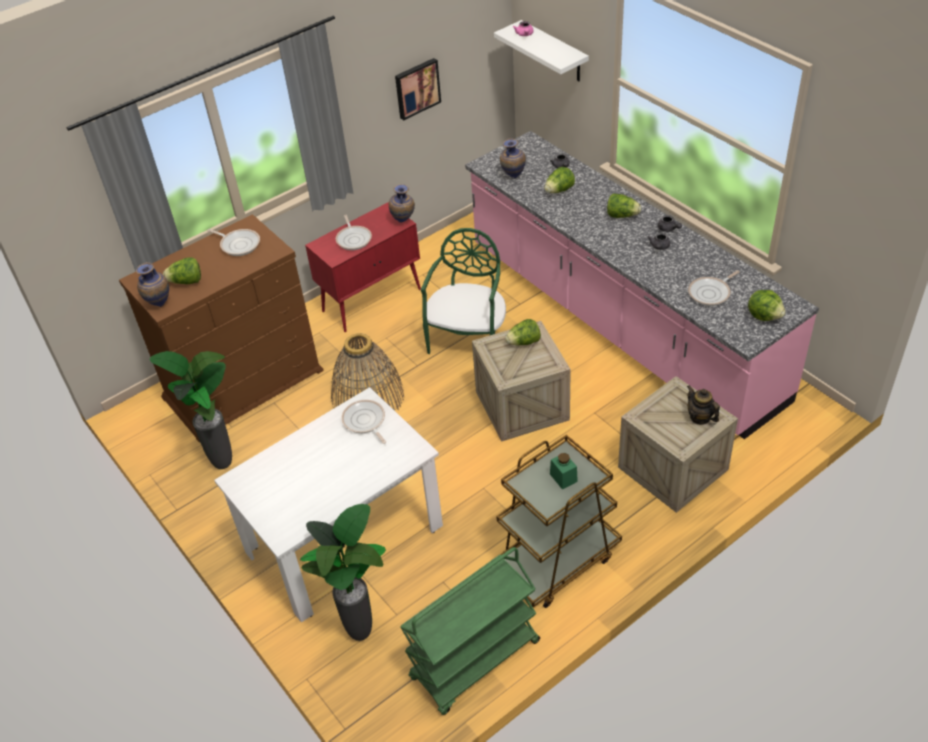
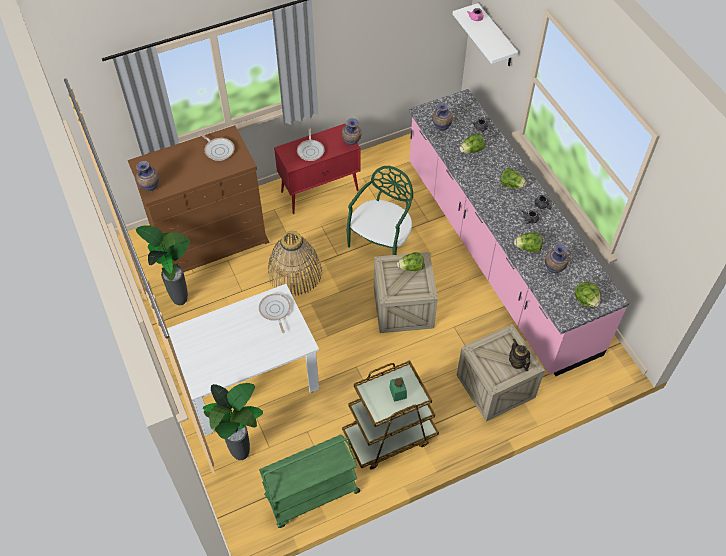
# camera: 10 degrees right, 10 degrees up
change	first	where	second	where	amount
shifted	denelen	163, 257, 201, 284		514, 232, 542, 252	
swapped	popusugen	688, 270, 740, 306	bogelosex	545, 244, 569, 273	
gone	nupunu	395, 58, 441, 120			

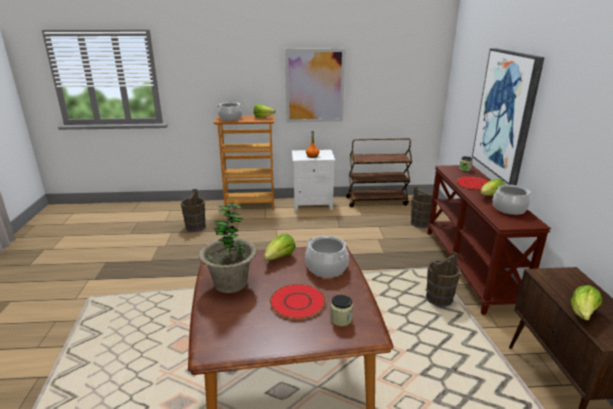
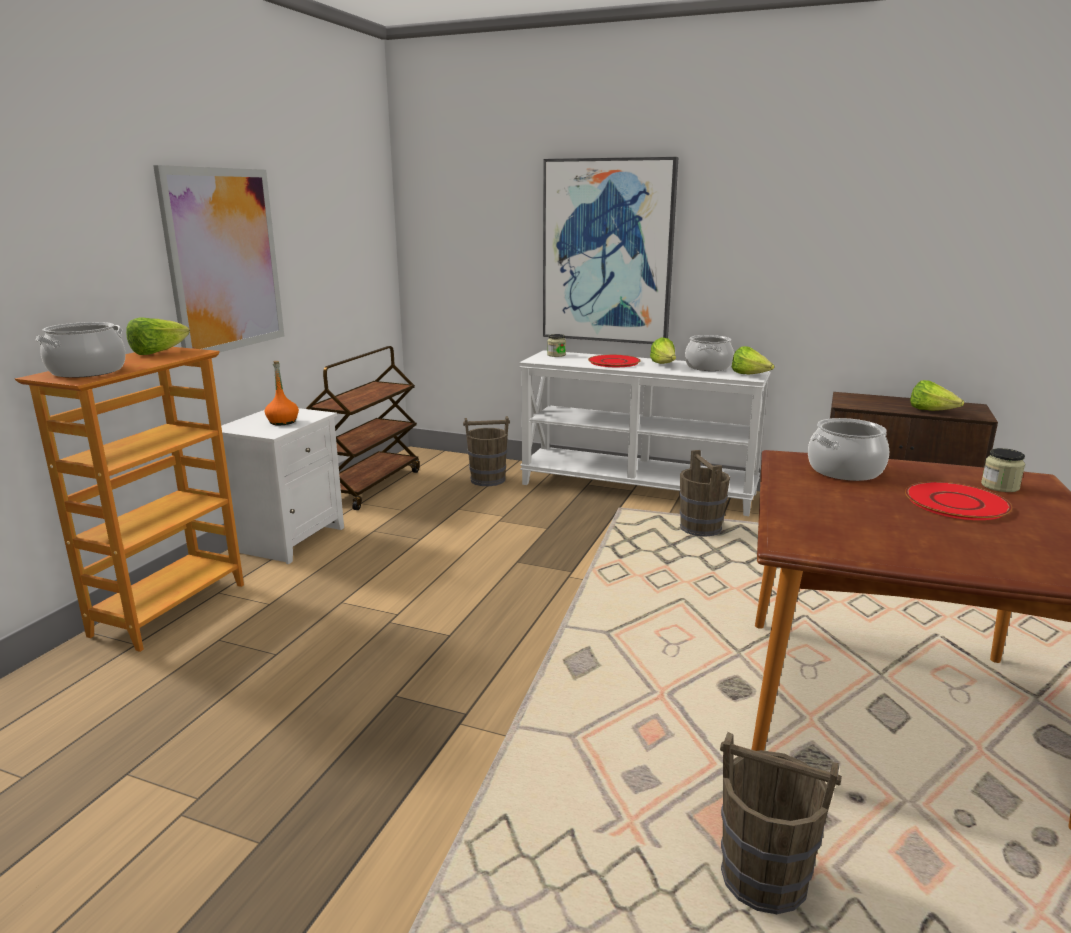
# camera: 65 degrees left, 5 degrees down
change	first	where	second	where	amount
repainted	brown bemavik	428, 165, 551, 315	white bemavik	519, 350, 771, 516	
shifted	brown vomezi	181, 189, 206, 232		720, 732, 842, 914	
shifted	denelen	264, 233, 296, 261		732, 346, 774, 375	
gone	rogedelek	199, 203, 257, 293			

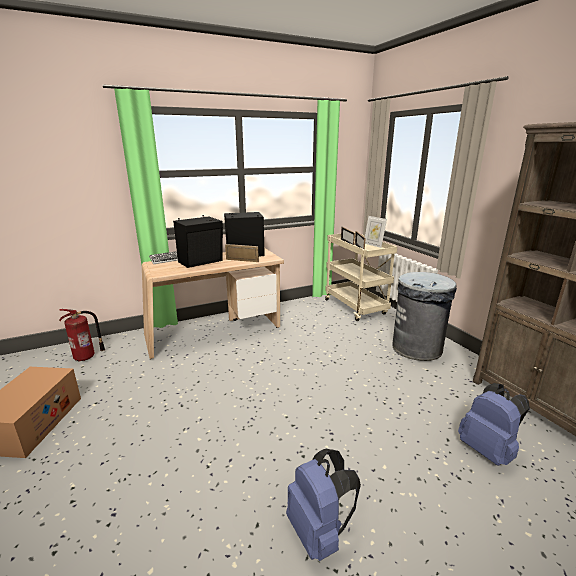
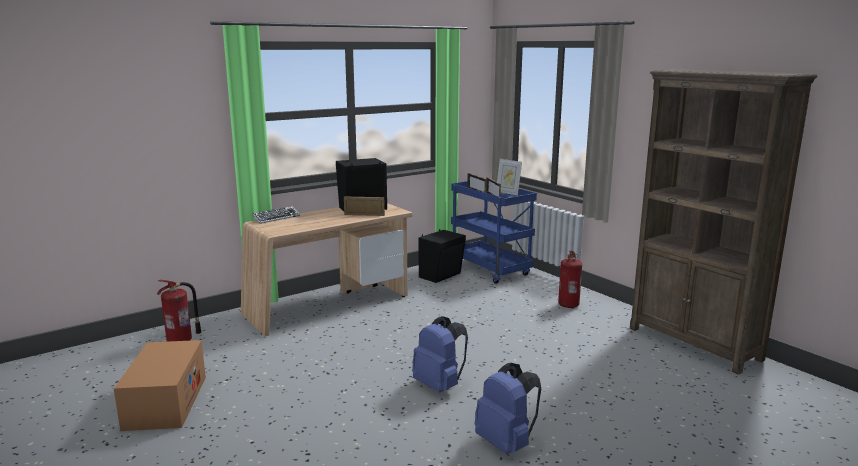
# camera: 10 degrees left, 5 degrees down
change	first	where	second	where	amount
shifted	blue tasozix	458, 383, 530, 466		412, 316, 468, 393	
shifted	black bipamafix	173, 215, 223, 268		418, 229, 466, 283	
repainted	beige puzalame	325, 232, 397, 321	blue puzalame	451, 181, 537, 284	
swapped	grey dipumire	393, 272, 457, 361	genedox	558, 250, 582, 309	

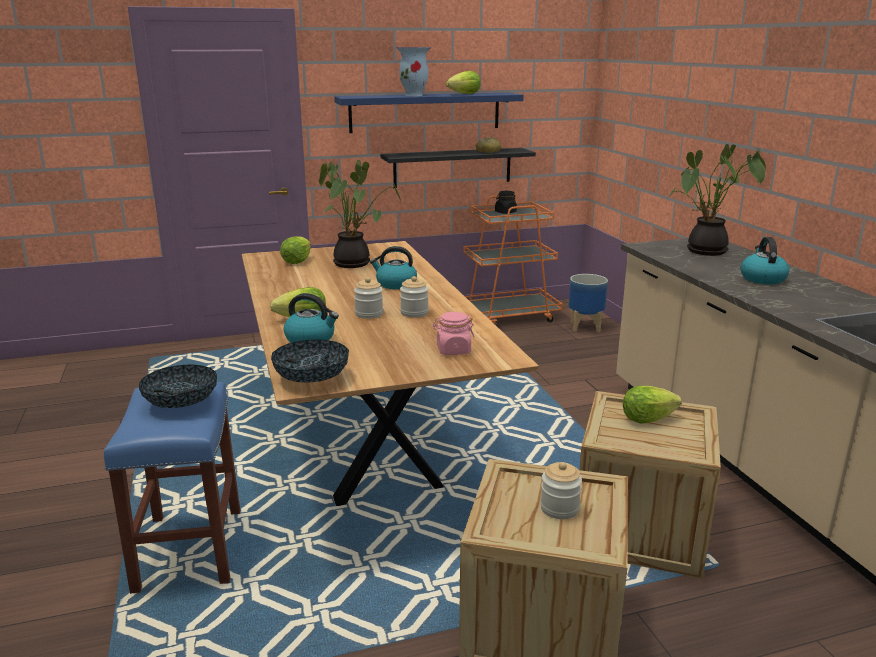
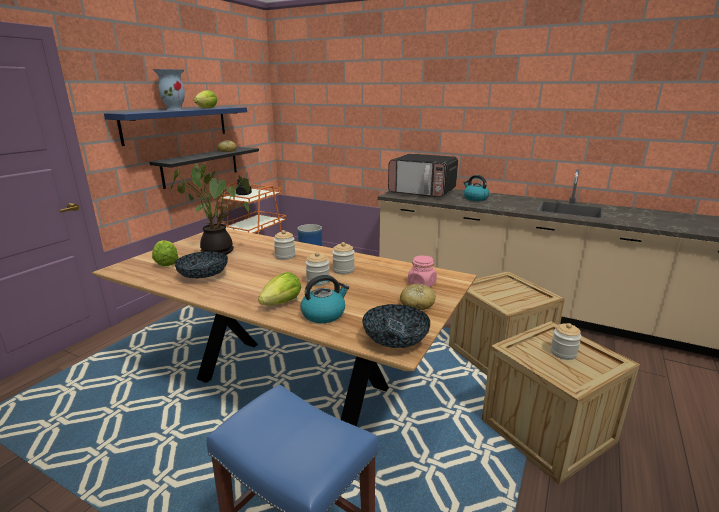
# camera: 45 degrees left, 0 degrees up
change	first	where	second	where	amount
shifted	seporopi	139, 364, 217, 408		175, 251, 228, 278	
swapped	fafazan	370, 246, 417, 289	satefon	274, 230, 295, 260	
swapped	rogedelek	668, 144, 766, 256	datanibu	388, 154, 458, 197	
new			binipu	400, 284, 436, 310	
gone	denelen	623, 386, 682, 423			

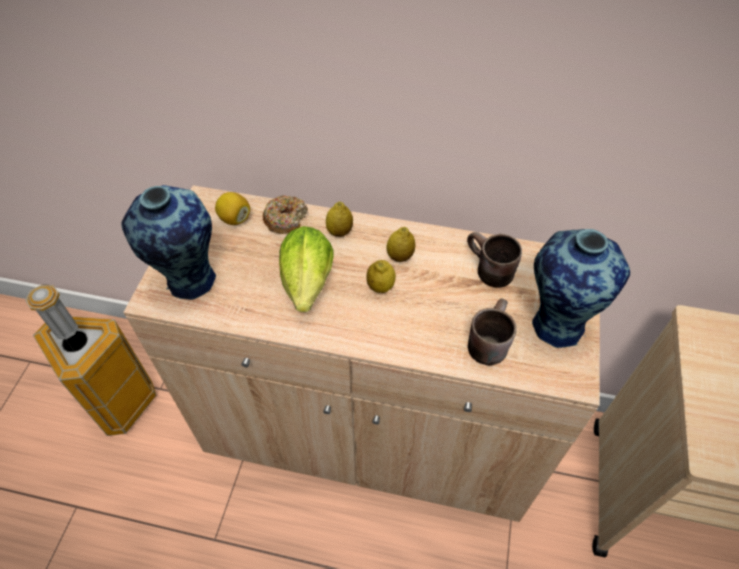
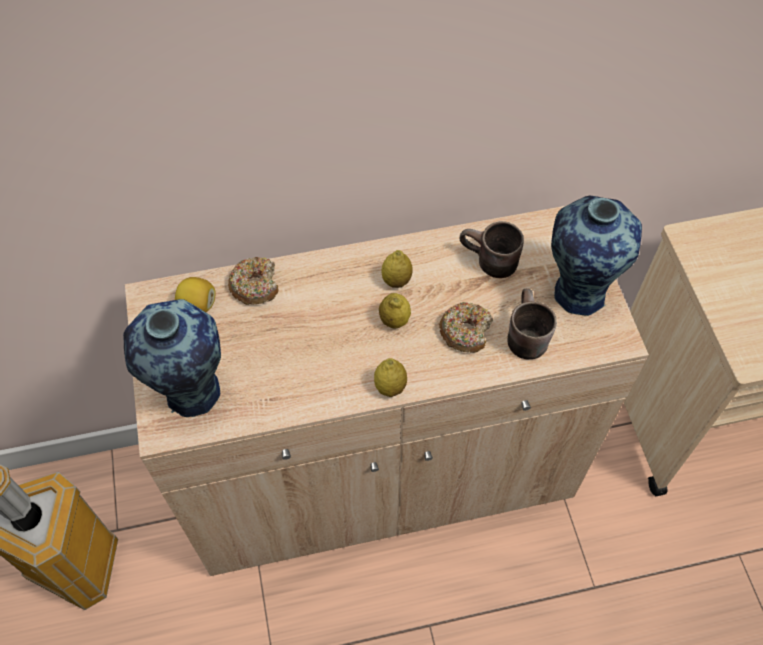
# camera: 25 degrees left, 5 degrees up
change	first	where	second	where	amount
shifted	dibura	326, 202, 353, 237		374, 358, 407, 397	
new			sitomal	439, 302, 493, 353	
gone	denelen	279, 226, 334, 312			

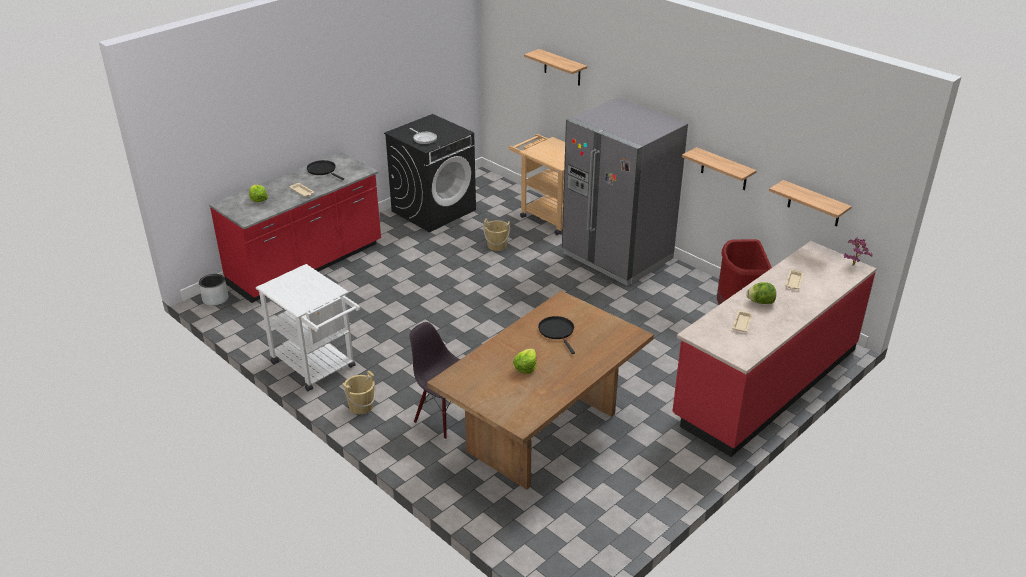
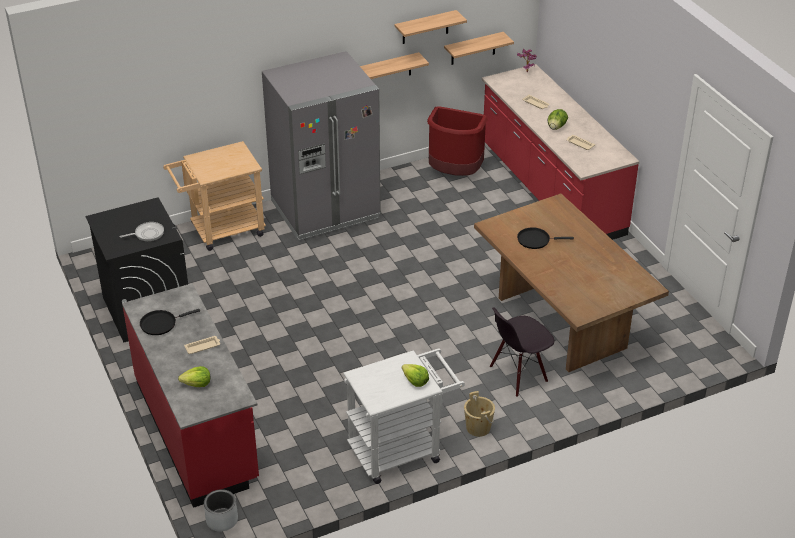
# camera: 70 degrees left, 5 degrees up
change	first	where	second	where	amount
shifted	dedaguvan	524, 49, 587, 86		394, 10, 467, 44	
shifted	denelen	513, 348, 537, 374		402, 364, 429, 387	
gone	beige vomezi	483, 219, 510, 251			

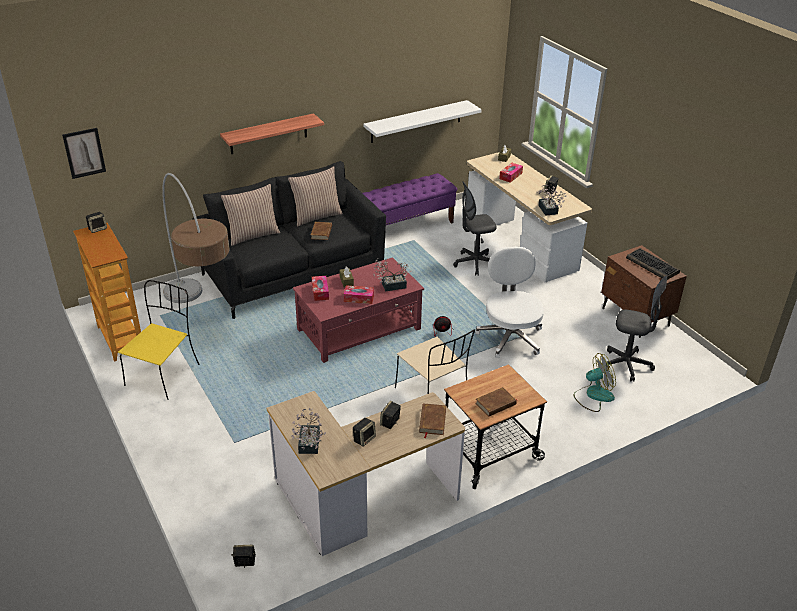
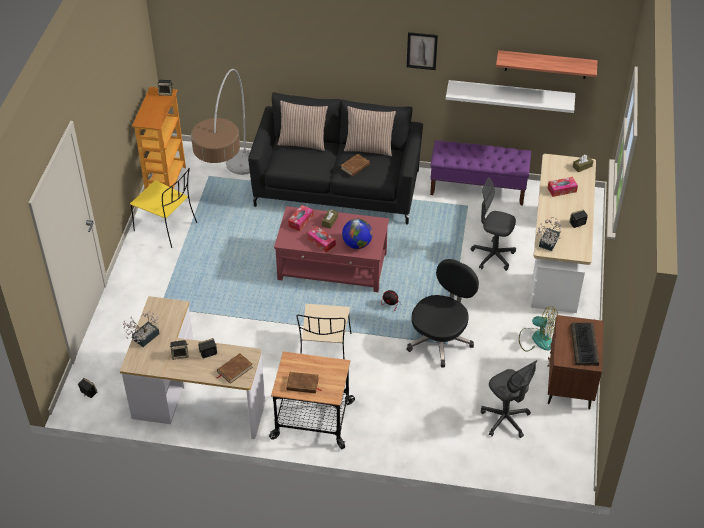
# camera: 40 degrees right, 10 degrees up
change	first	where	second	where	amount
rotated	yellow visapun	118, 280, 199, 400		130, 168, 197, 248	60 degrees clockwise
swapped	rogedelek	373, 258, 411, 291	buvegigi	342, 219, 373, 249	
repainted	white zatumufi	475, 246, 544, 358	black zatumufi	406, 259, 479, 368	
shifted	nupunu	62, 128, 106, 179		407, 32, 438, 70	
shifted	dedaguvan	220, 113, 324, 154		496, 50, 598, 79	
shifted	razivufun	573, 353, 616, 412		519, 306, 558, 351	

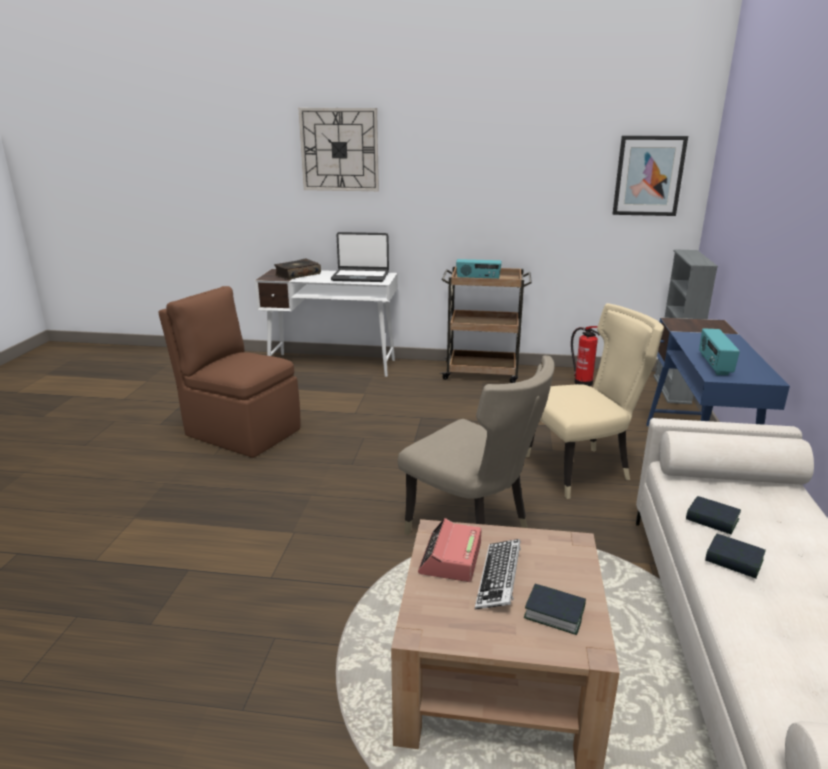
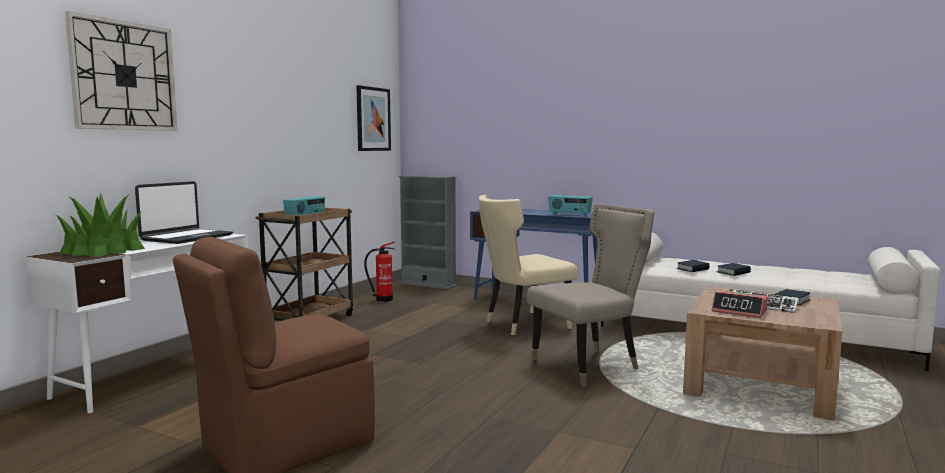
# camera: 70 degrees left, 15 degrees down
change	first	where	second	where	amount
swapped	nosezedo	274, 259, 321, 280	rogedelek	55, 192, 145, 257	
rotated	beige visapun	526, 303, 664, 499		479, 195, 578, 335	120 degrees counterclockwise

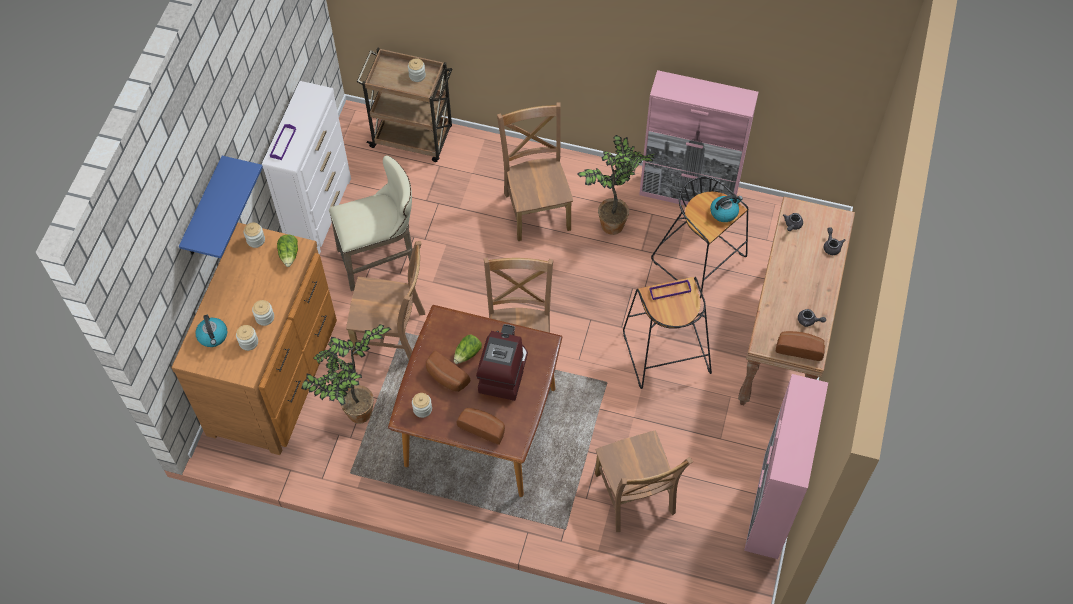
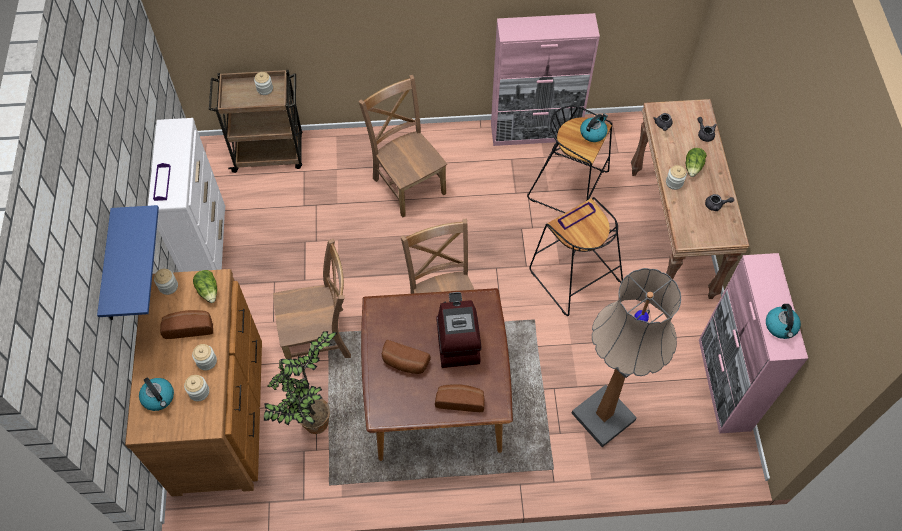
# camera: 20 degrees left, 0 degrees up
change	first	where	second	where	amount
shifted	binipu	776, 331, 825, 361		160, 310, 213, 339	
swapped	brown visapun	595, 430, 693, 532	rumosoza	572, 268, 681, 447	
shifted	satefon	412, 393, 432, 418		666, 165, 687, 190	
shifted	denelen	454, 335, 482, 364		686, 148, 707, 177	
new			fafazan	766, 304, 801, 339	
gone	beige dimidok	329, 155, 413, 291			
gone	rogedelek	577, 135, 656, 235			

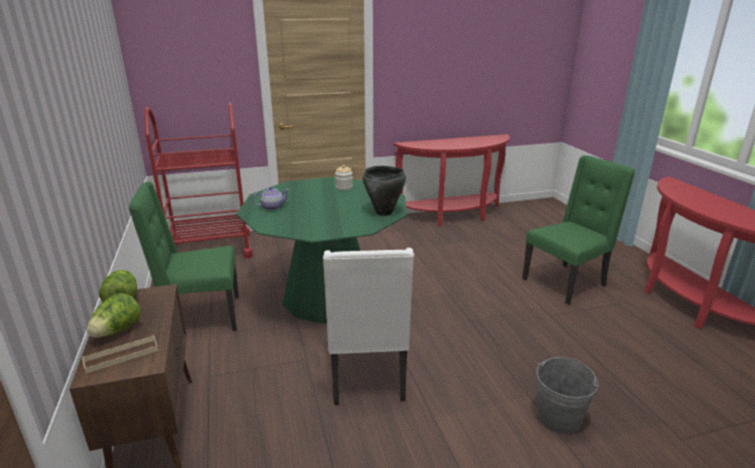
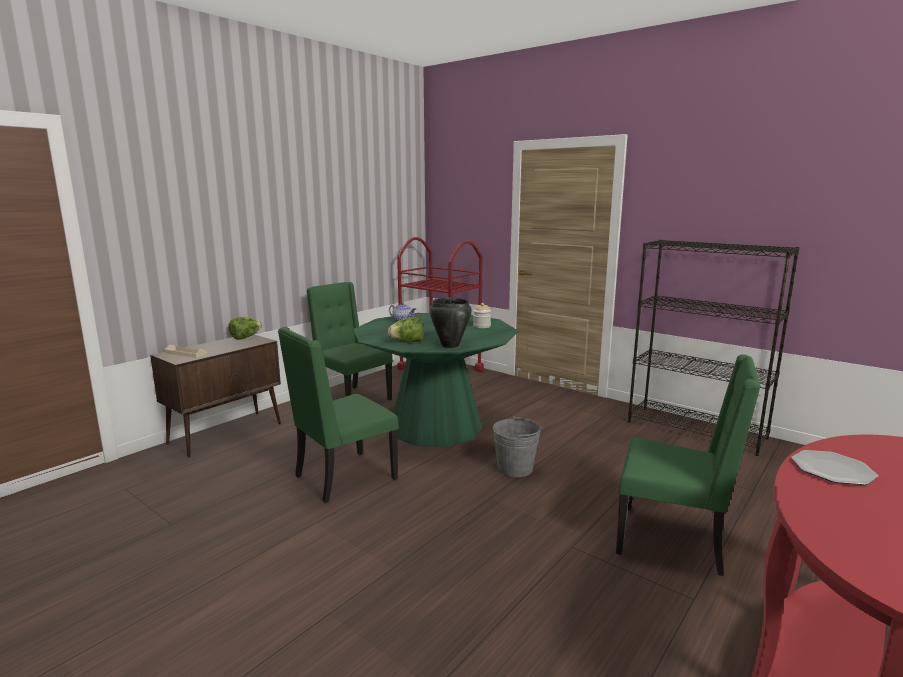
# camera: 55 degrees right, 10 degrees down
change	first	where	second	where	amount
repainted	white visapun	323, 248, 414, 405	green visapun	278, 327, 399, 503	
shifted	denelen	87, 293, 140, 338		388, 317, 424, 342	
shifted	grey vomezi	537, 357, 599, 434		492, 416, 542, 477	
swapped	red bemavik	394, 134, 510, 226	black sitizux	628, 240, 800, 456	
new			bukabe	791, 450, 878, 485	

